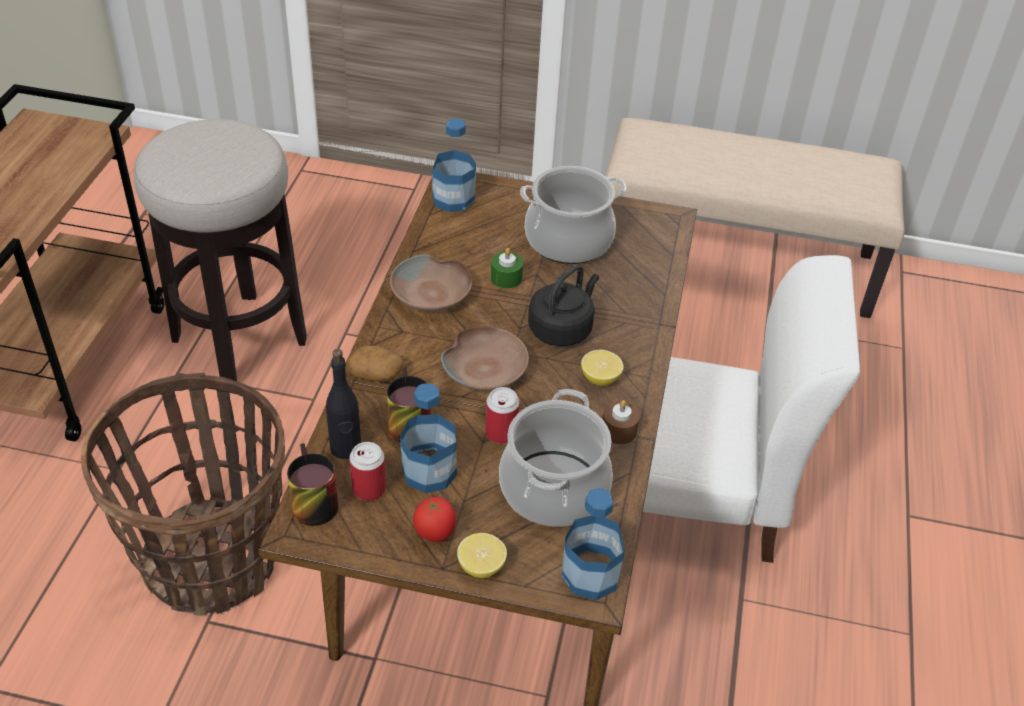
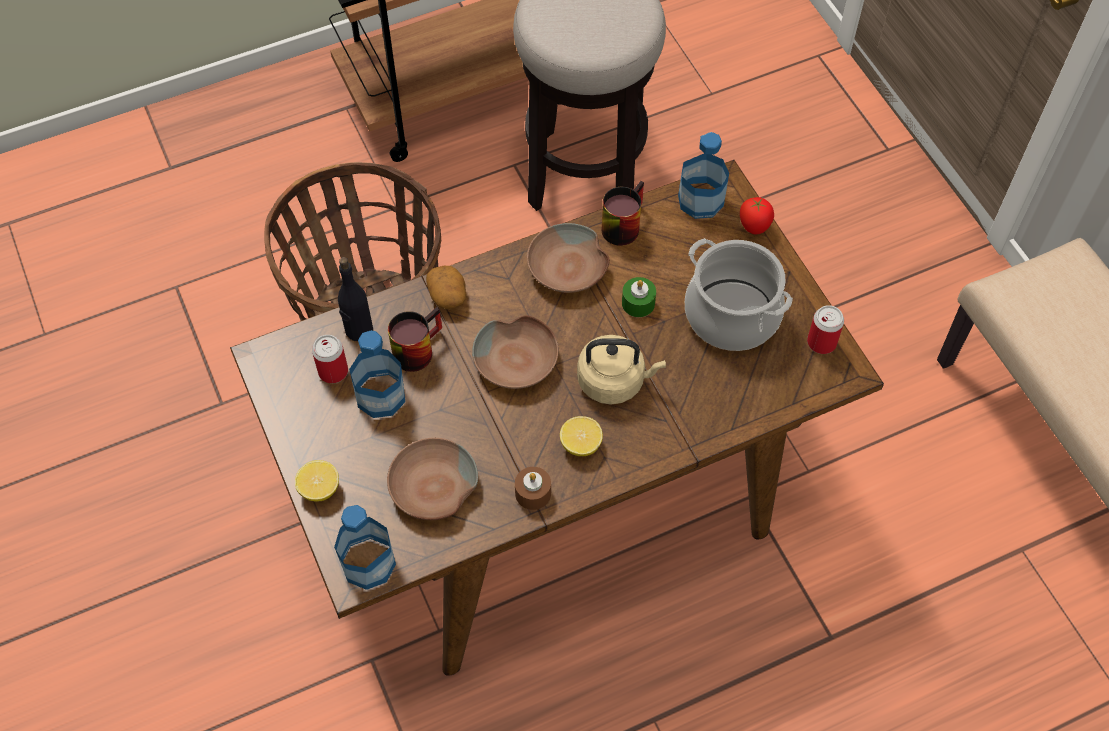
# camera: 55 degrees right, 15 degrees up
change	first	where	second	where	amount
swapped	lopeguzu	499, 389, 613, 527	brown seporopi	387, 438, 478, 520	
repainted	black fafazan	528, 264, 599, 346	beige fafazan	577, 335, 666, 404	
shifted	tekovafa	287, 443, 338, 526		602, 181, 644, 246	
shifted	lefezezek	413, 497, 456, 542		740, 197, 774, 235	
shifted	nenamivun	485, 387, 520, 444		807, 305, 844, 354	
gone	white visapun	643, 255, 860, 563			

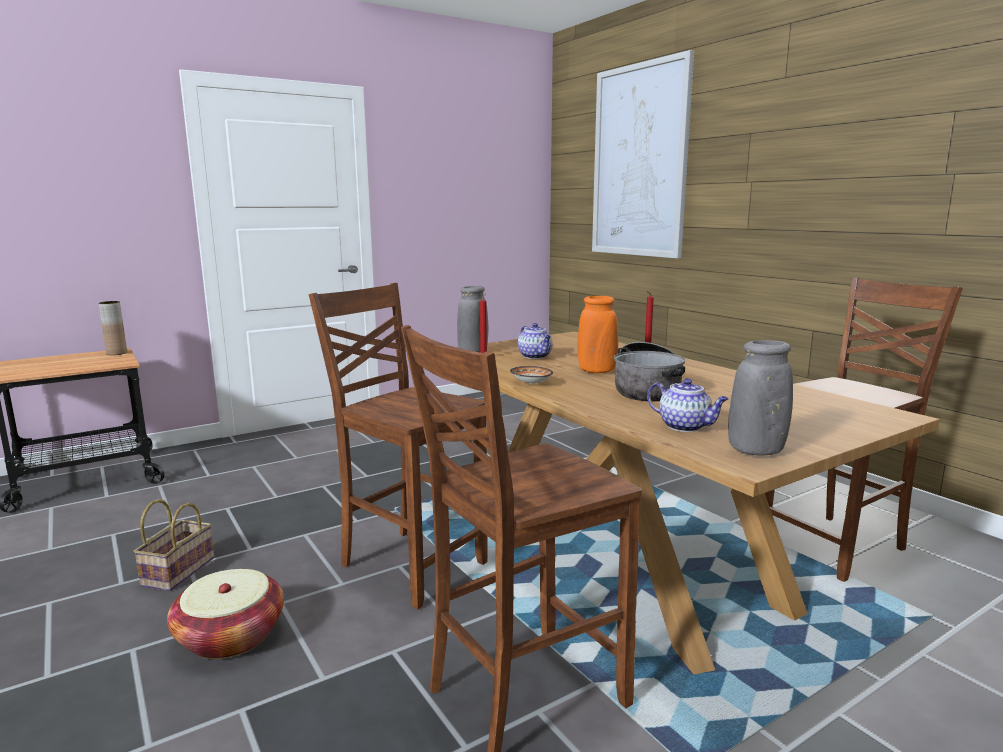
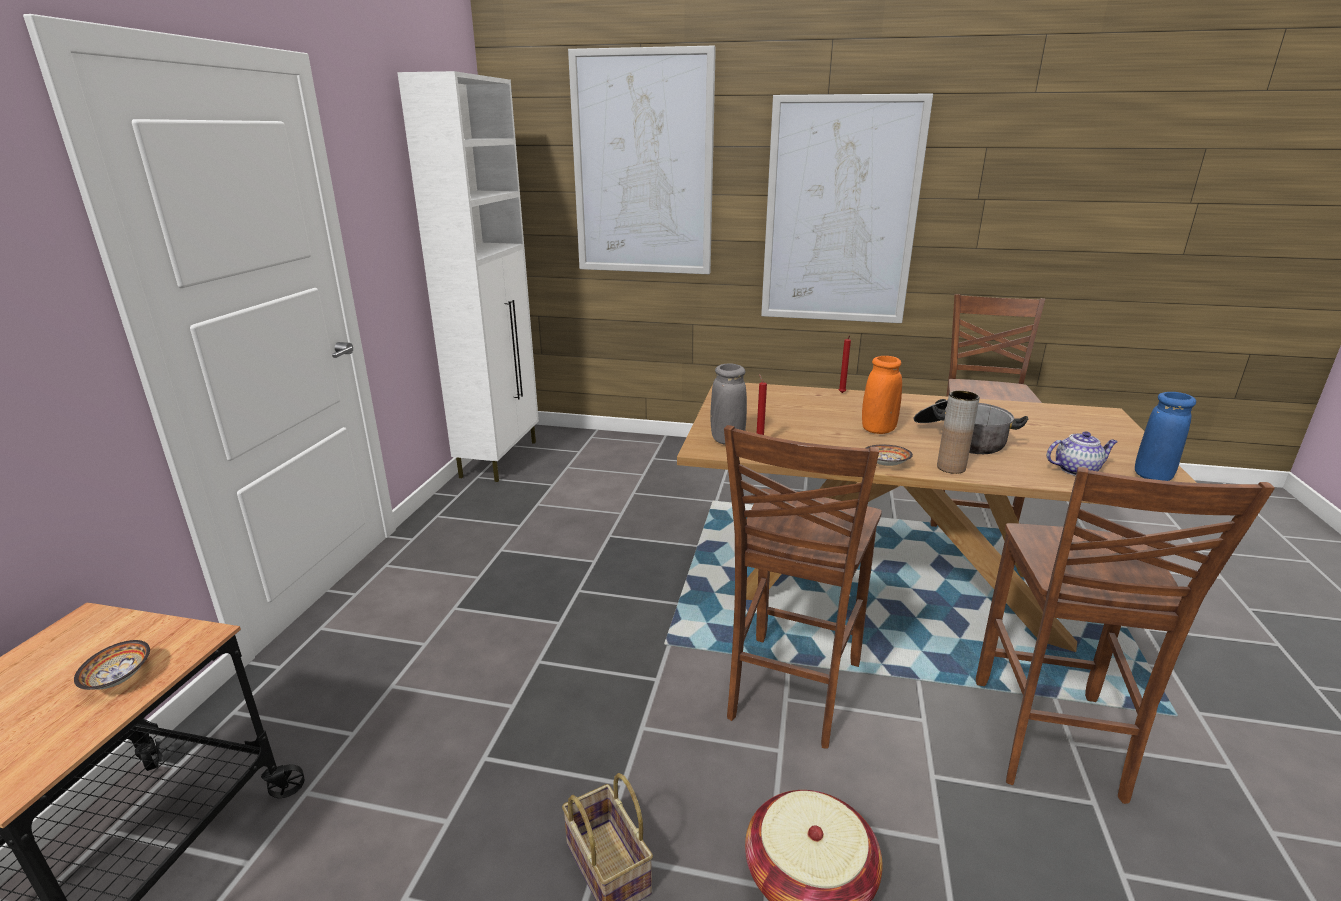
# camera: 45 degrees left, 10 degrees up
change	first	where	second	where	amount
new			seporopi	74, 640, 150, 690	
new			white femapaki	397, 71, 539, 482	
rotated	brown visapun	309, 283, 488, 609		724, 425, 882, 749	60 degrees counterclockwise
new			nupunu	761, 93, 933, 323	
shifted	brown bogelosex	99, 301, 127, 355		937, 390, 980, 474	
repainted	grey bogelosex	728, 340, 793, 456	blue bogelosex	1135, 392, 1196, 481	
gone	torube	518, 323, 552, 359			

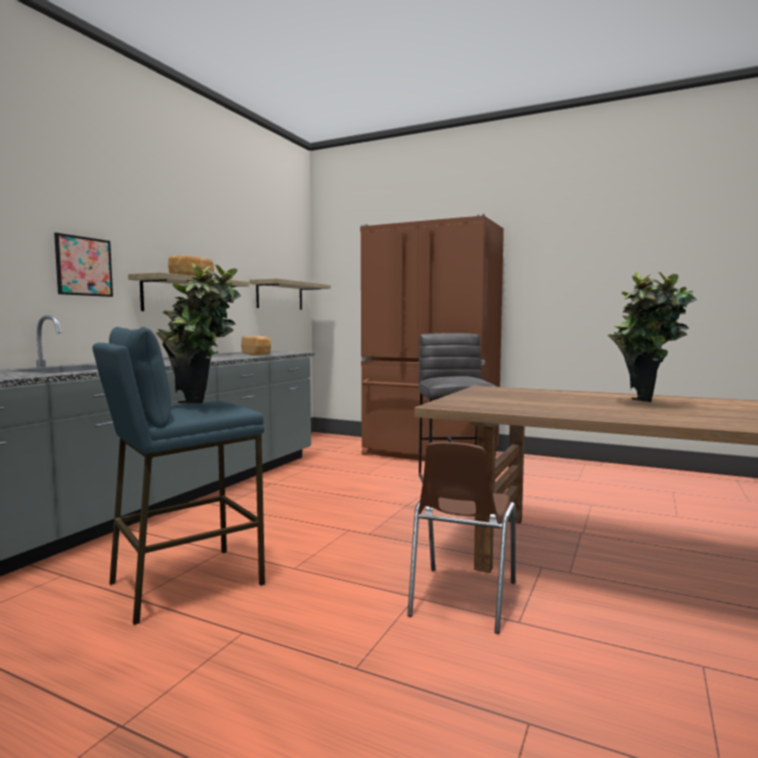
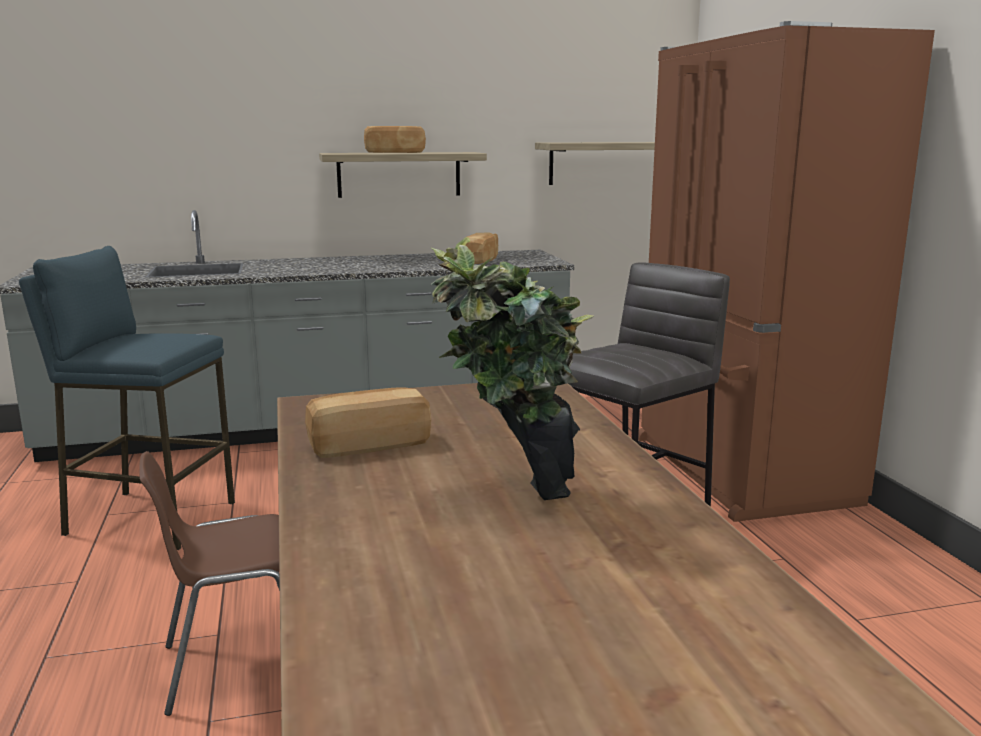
# camera: 50 degrees right, 10 degrees up
change	first	where	second	where	amount
new			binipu	305, 387, 431, 458	
gone	nupunu	54, 233, 113, 297			
gone	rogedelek	155, 263, 241, 403			

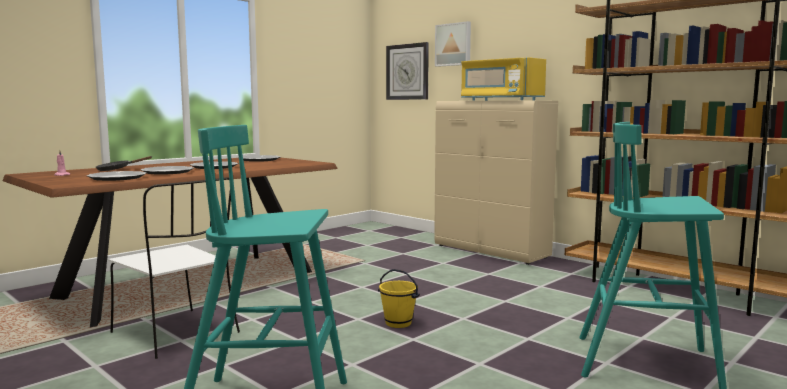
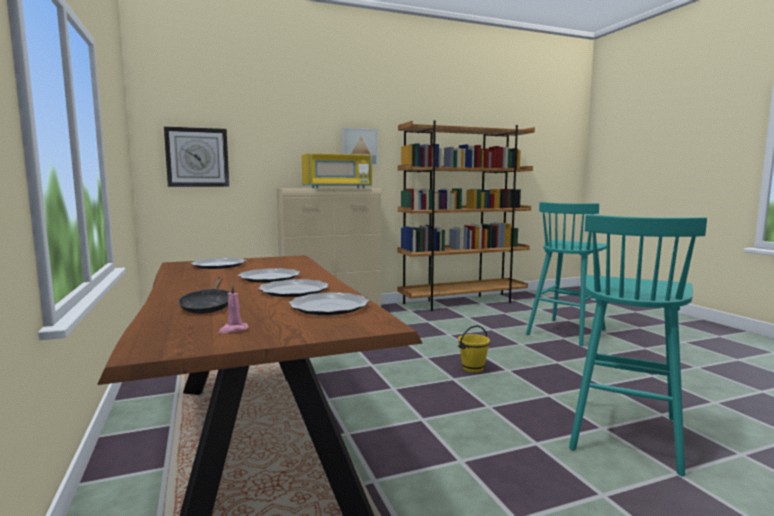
# camera: 65 degrees left, 0 degrees up
change	first	where	second	where	amount
shifted	nupunu	435, 21, 471, 67		342, 128, 378, 166	
gone	white visapun	108, 177, 240, 359			

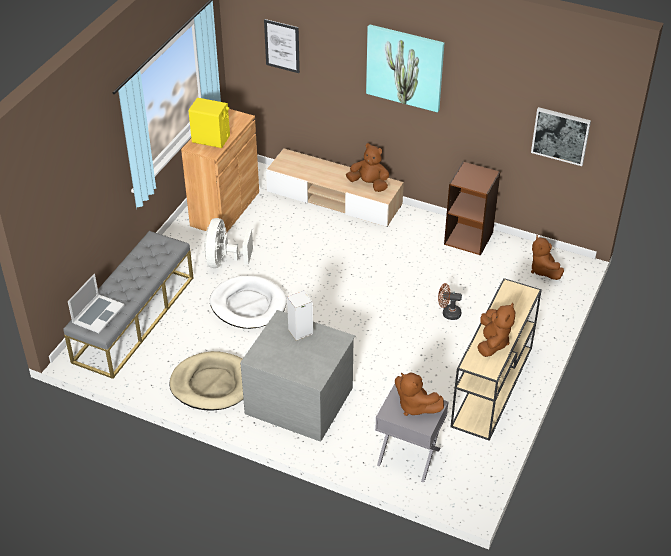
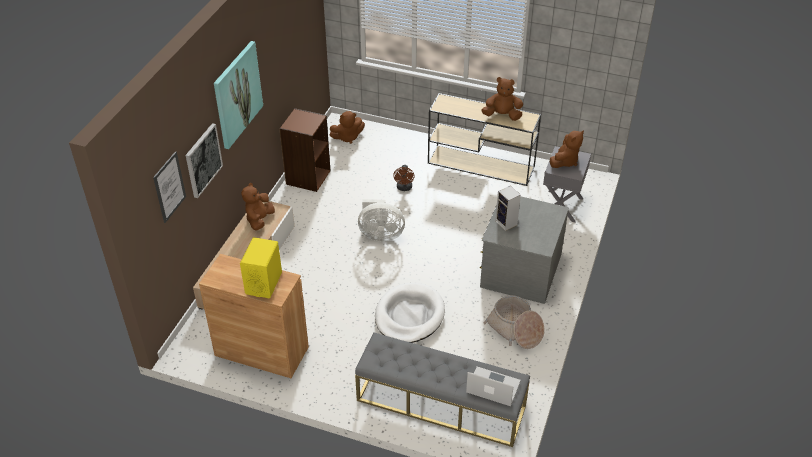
# camera: 95 degrees left, 0 degrees up
change	first	where	second	where	amount
shifted	nupunu	531, 107, 591, 166		186, 123, 223, 198	
shifted	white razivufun	204, 218, 253, 268		358, 199, 405, 241	
swapped	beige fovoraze	169, 351, 243, 410	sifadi	484, 295, 545, 349	

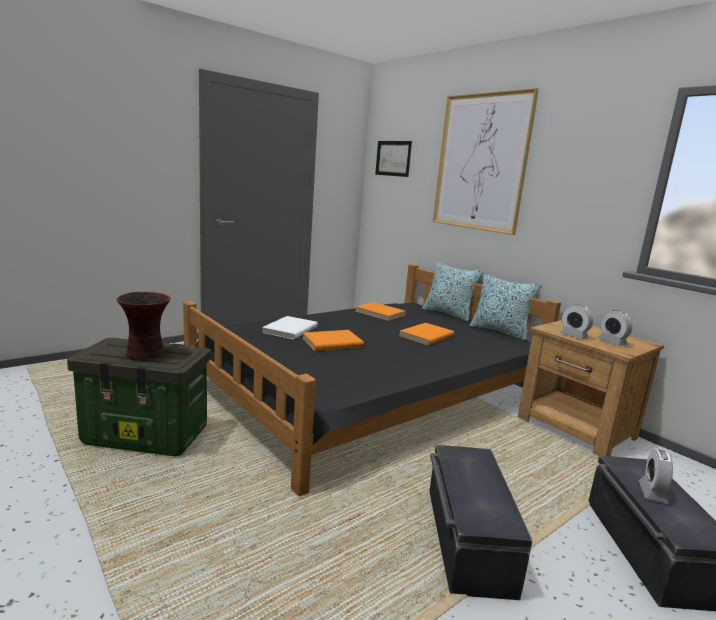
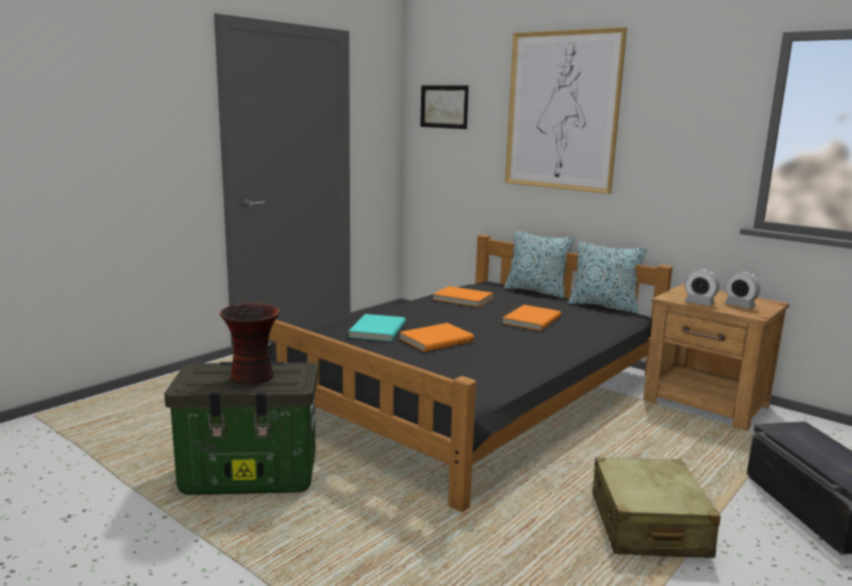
# camera: 10 degrees left, 0 degrees up
change	first	where	second	where	amount
repainted	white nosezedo	262, 316, 318, 340	turquoise nosezedo	349, 314, 406, 342	
swapped	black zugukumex	429, 445, 533, 600	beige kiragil	593, 457, 721, 558	
gone	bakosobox	639, 450, 673, 504			

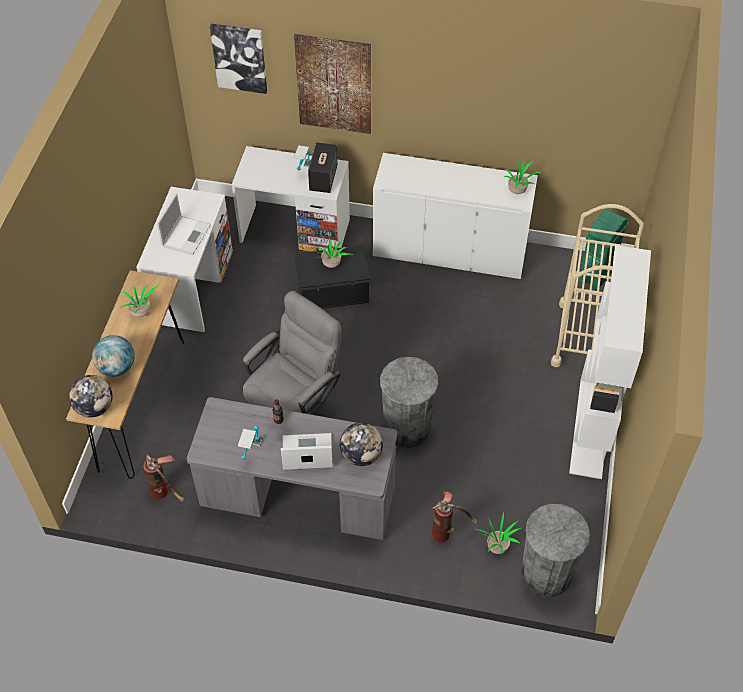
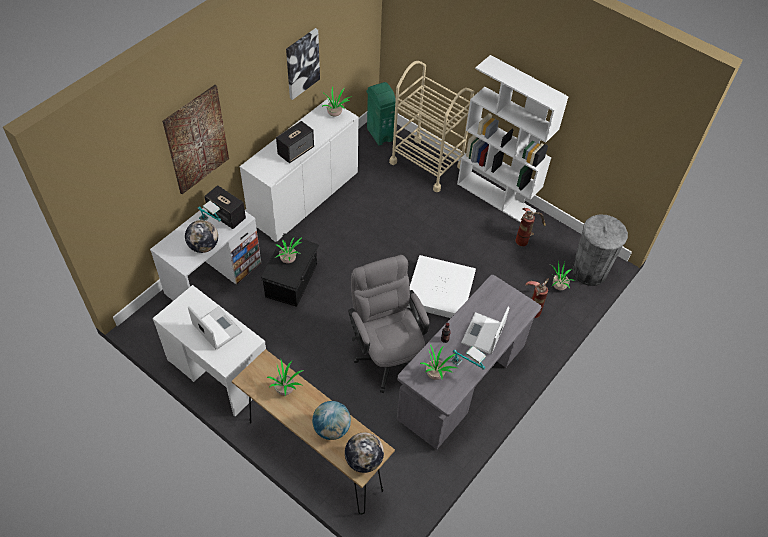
# camera: 65 degrees left, 0 degrees up
change	first	where	second	where	amount
shifted	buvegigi	340, 422, 383, 466		185, 220, 218, 253	
new			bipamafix	276, 121, 314, 163	
shifted	nupunu	210, 24, 267, 94		286, 28, 320, 100	
swapped	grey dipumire	380, 357, 438, 448	white zugukumex	407, 255, 476, 318	
new			rogedelek	420, 345, 457, 380	
shifted	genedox	143, 454, 184, 502		516, 208, 546, 246	

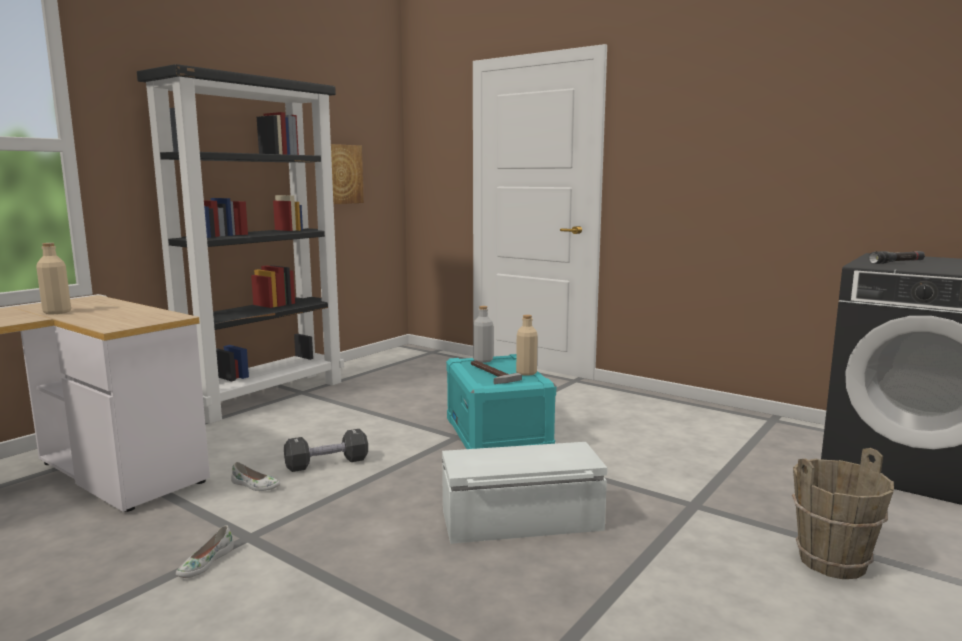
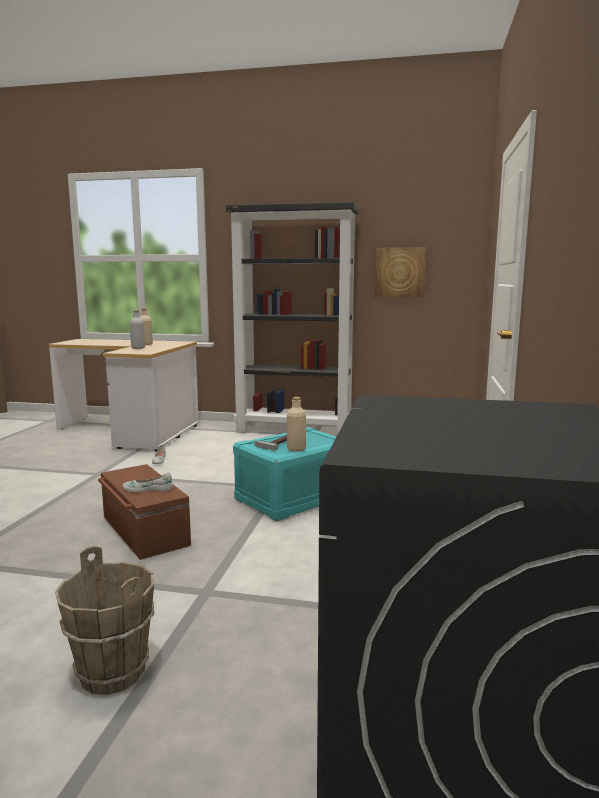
# camera: 65 degrees right, 0 degrees up
change	first	where	second	where	amount
repainted	white zugukumex	442, 442, 607, 544	brown zugukumex	98, 464, 191, 560	
shifted	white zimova	176, 525, 234, 578		123, 472, 173, 493	
shifted	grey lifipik	473, 306, 493, 363		130, 310, 145, 349	
gone	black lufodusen	284, 429, 368, 472			
gone	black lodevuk	869, 251, 925, 264			

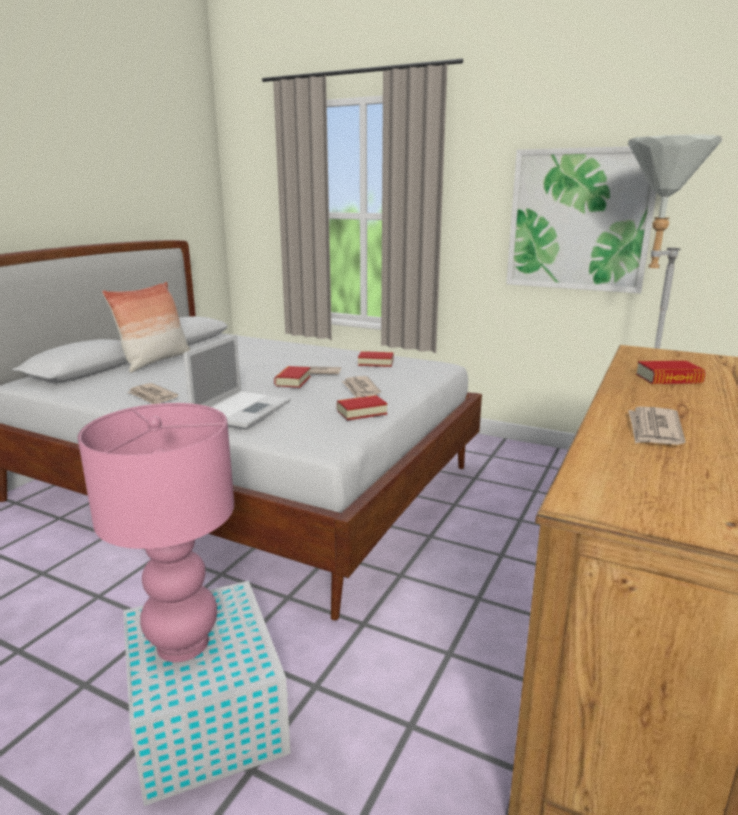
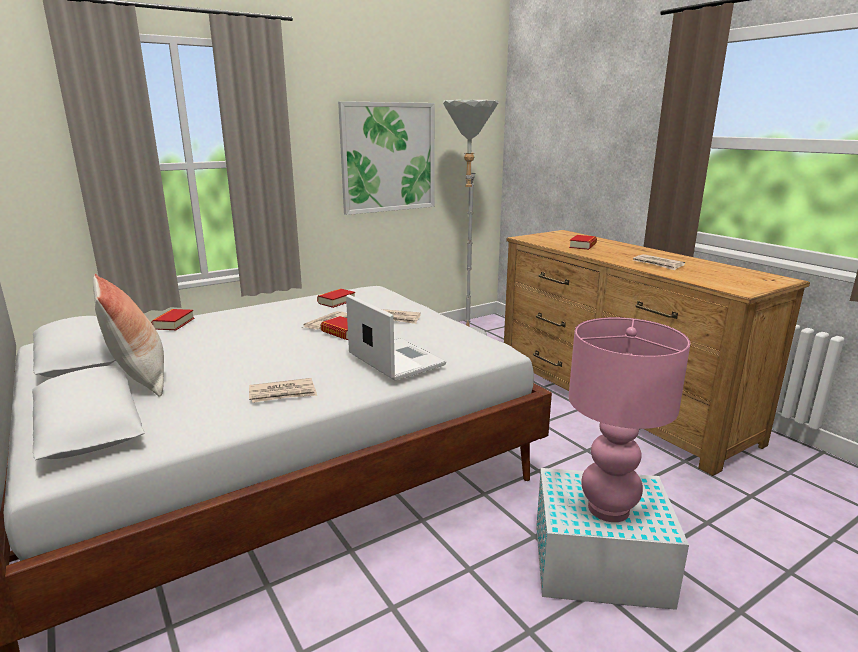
# camera: 60 degrees left, 0 degrees up
change	first	where	second	where	amount
shifted	nosezedo	337, 395, 388, 421		151, 309, 194, 330	

